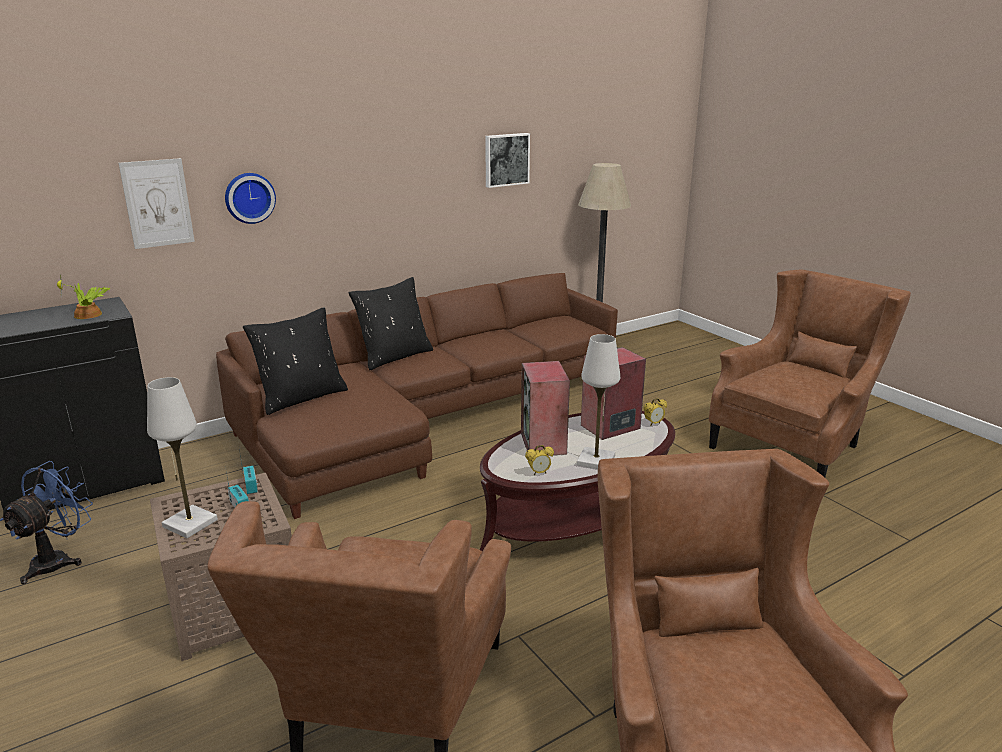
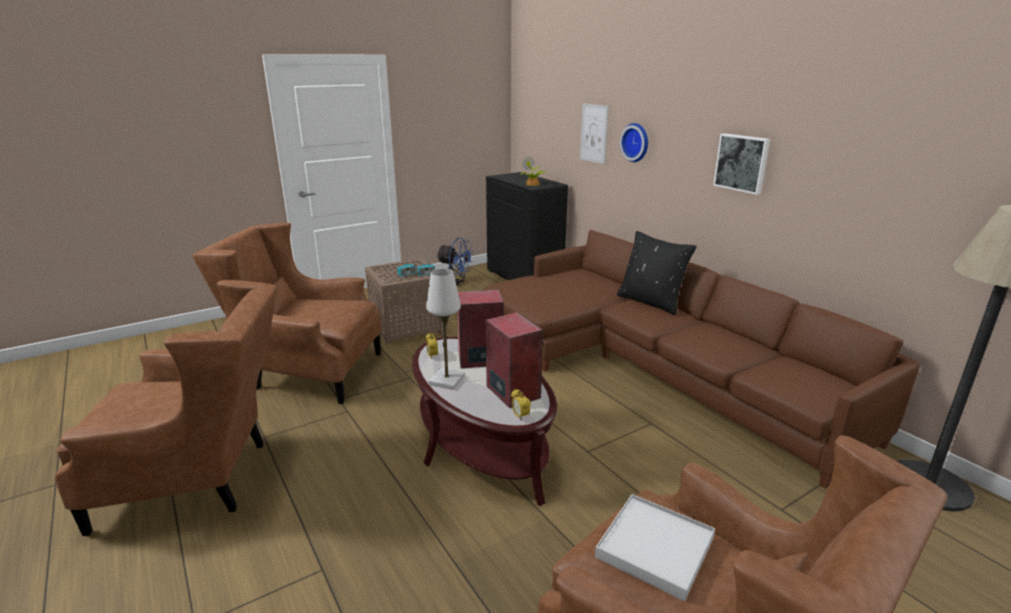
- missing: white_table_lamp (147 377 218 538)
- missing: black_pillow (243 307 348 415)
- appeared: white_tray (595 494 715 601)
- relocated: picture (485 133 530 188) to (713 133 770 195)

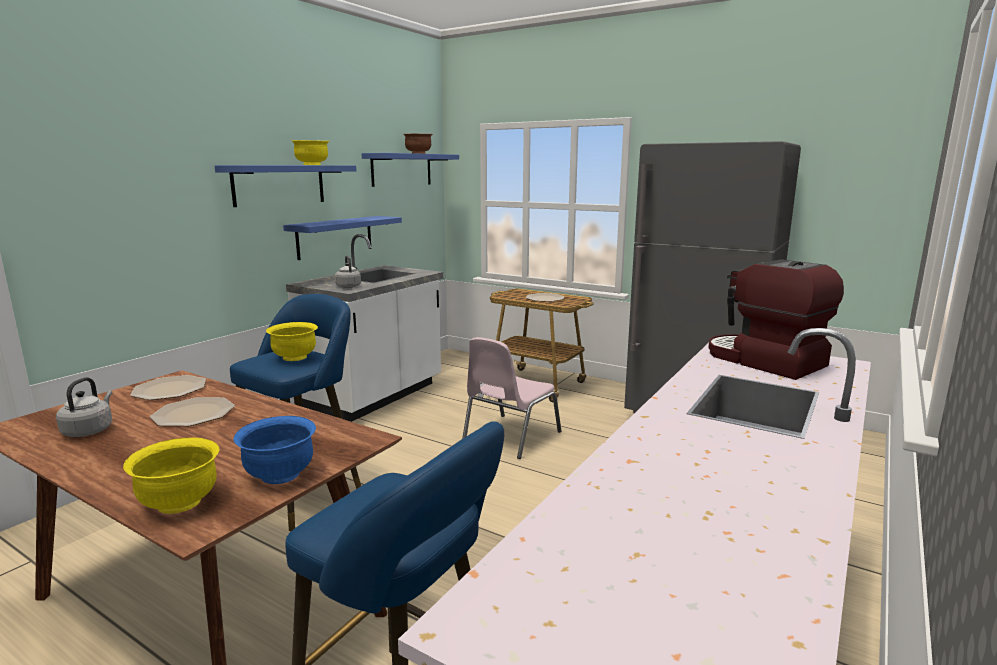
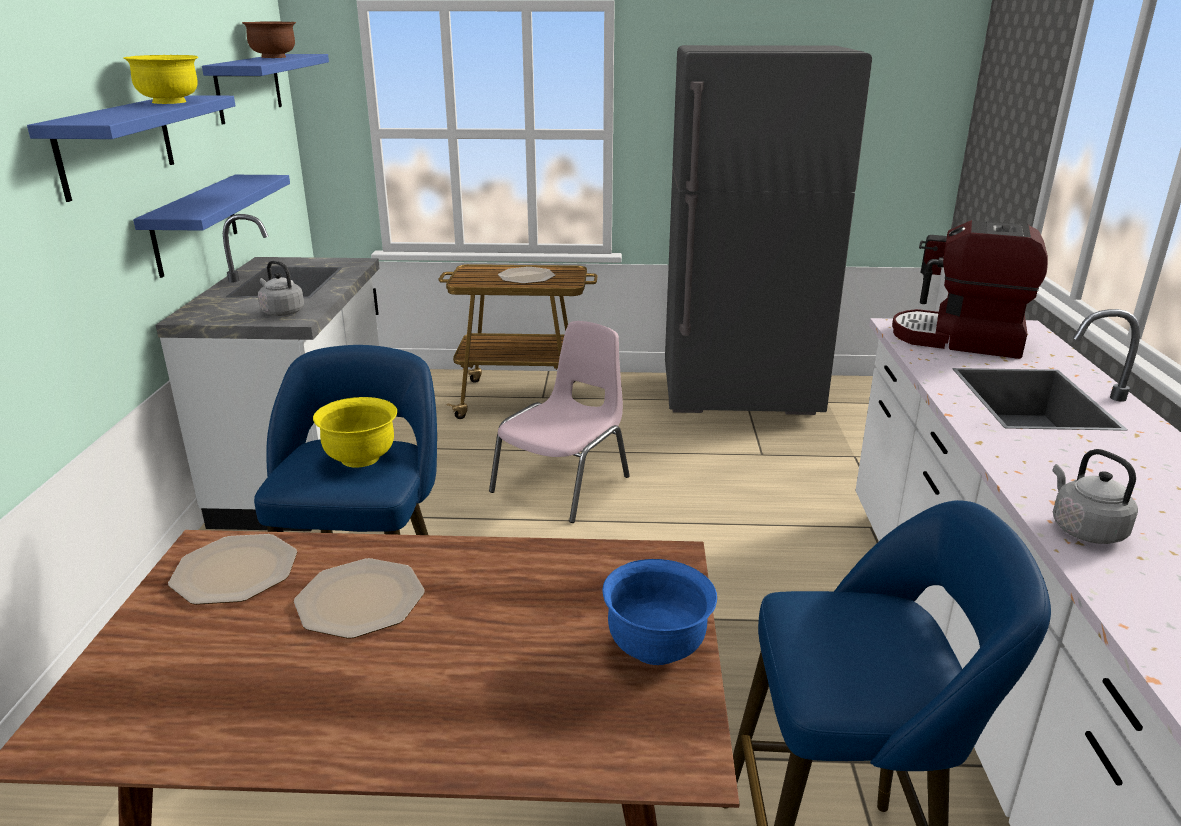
- missing: yellow_bowl (123 438 219 514)
- relocated: grey_kettle (56 377 112 437) to (1052 449 1138 544)
- spun: pink_chair (462 337 561 459) = (489 321 630 523) 150 degrees counterclockwise

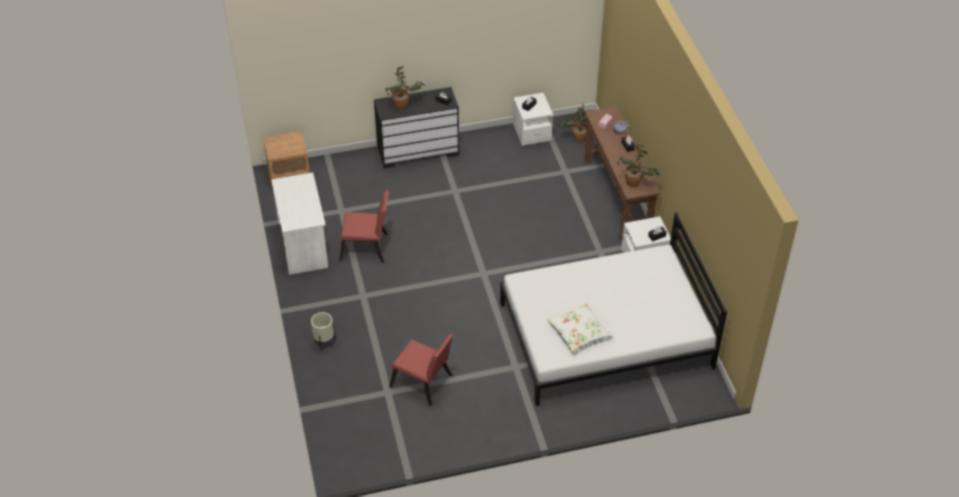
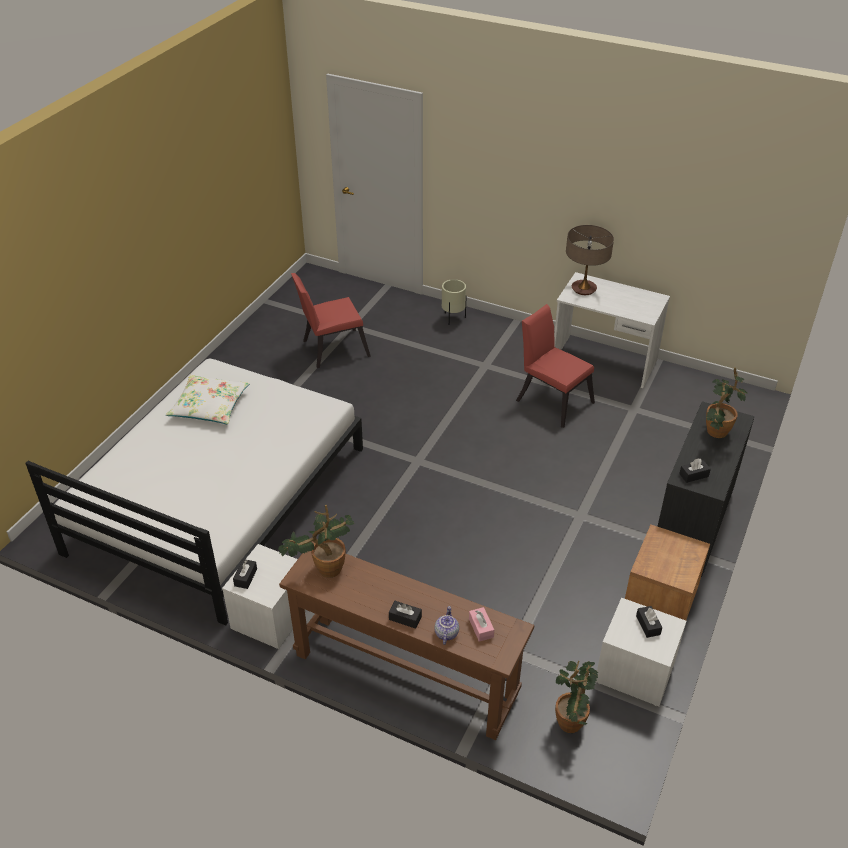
- appeared: table_lamp (566 225 614 295)
- relocated: brown_nightstand (263 131 310 187) to (625 525 710 620)
- spun: red_chair (339 190 389 263) = (516 304 595 428) 90 degrees clockwise

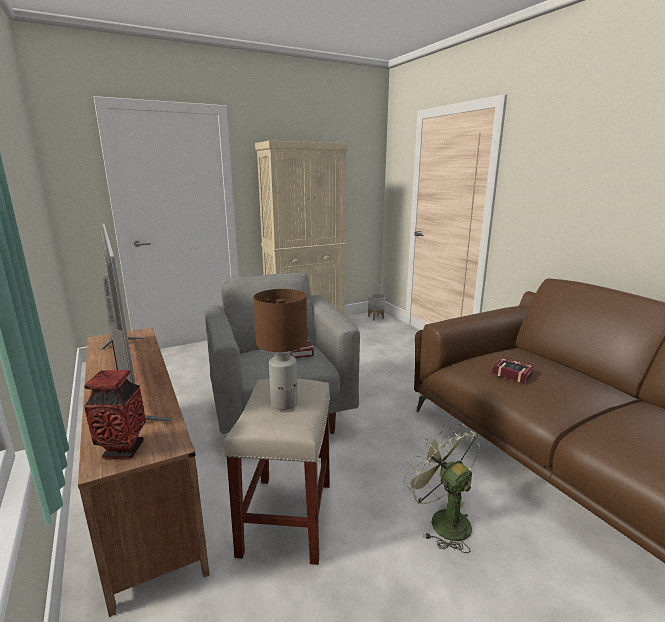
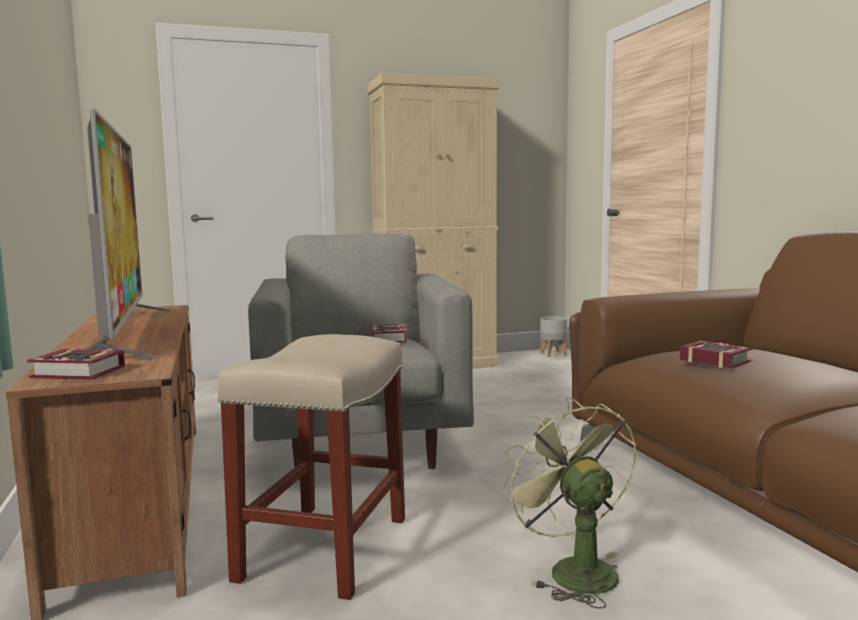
- missing: brown_table_lamp (253 289 307 410)
- exchanged: vase (84 370 146 459) to book (27 348 125 380)

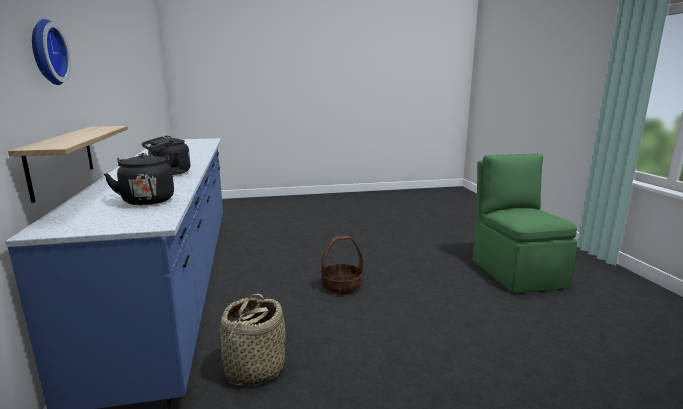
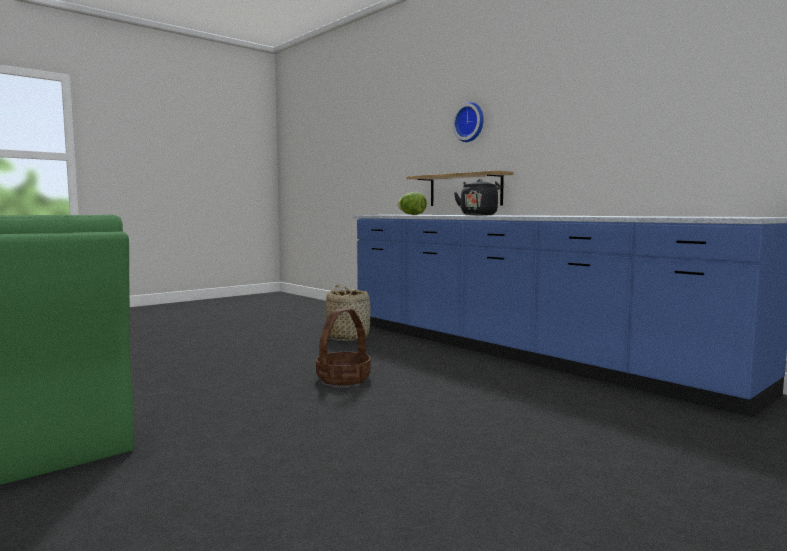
- exchanged: black_kettle (104 153 174 205) to lettuce (398 192 427 215)

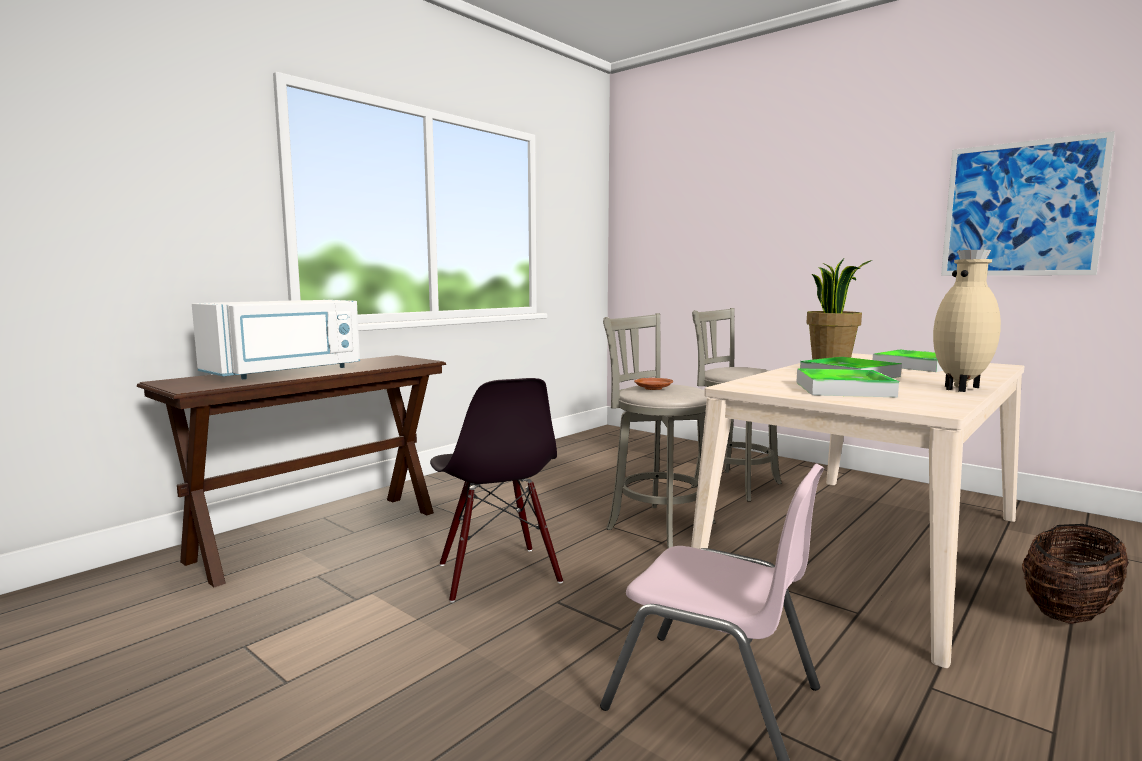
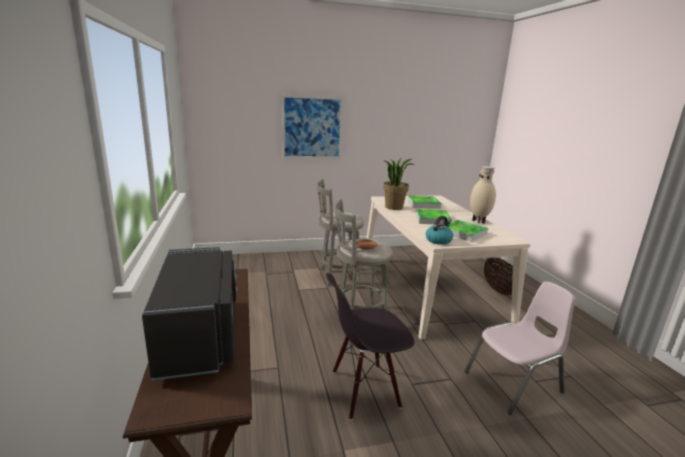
- appeared: kettle (426 216 453 245)
- relocated: picture (941 131 1115 276) to (282 95 343 159)
- colour: white_microwave (192 300 360 379) to black_microwave (142 247 237 381)
- spun: black_chair (430 378 563 603) = (326 273 414 420) 150 degrees clockwise

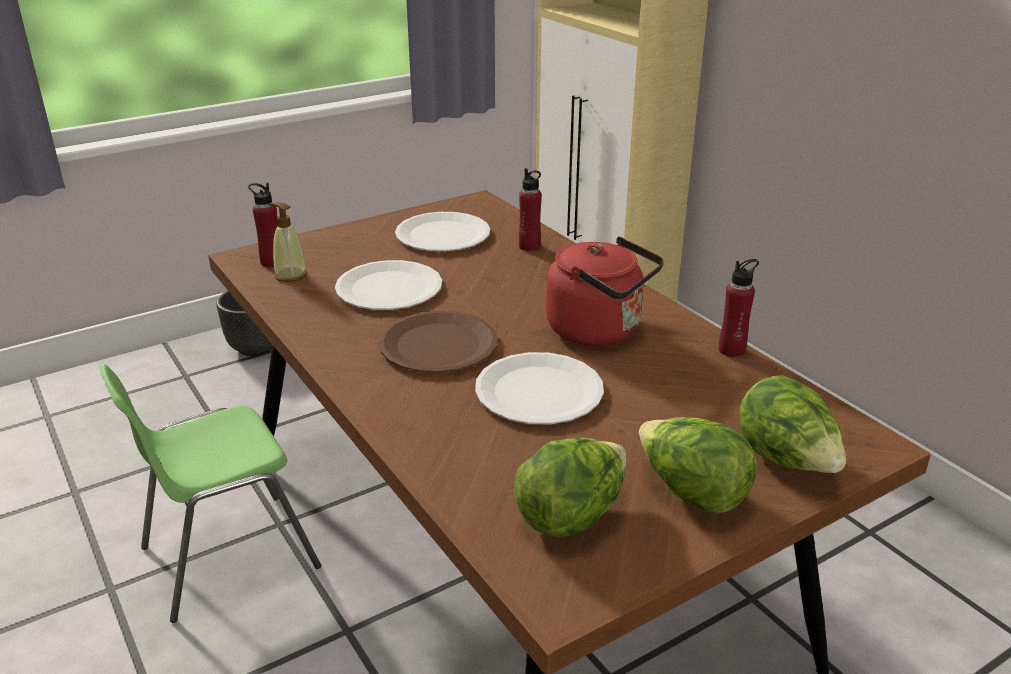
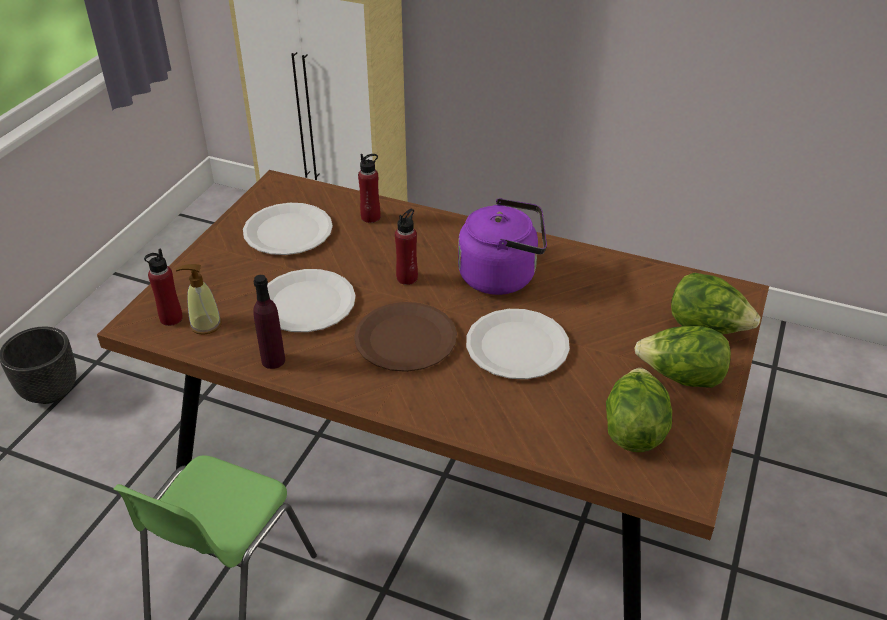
- appeared: purple_bottle (253 275 285 369)
- relocated: red_bottle (719 259 759 357) to (395 209 418 285)
- colour: red_kettle (546 236 664 346) to purple_kettle (458 198 547 295)

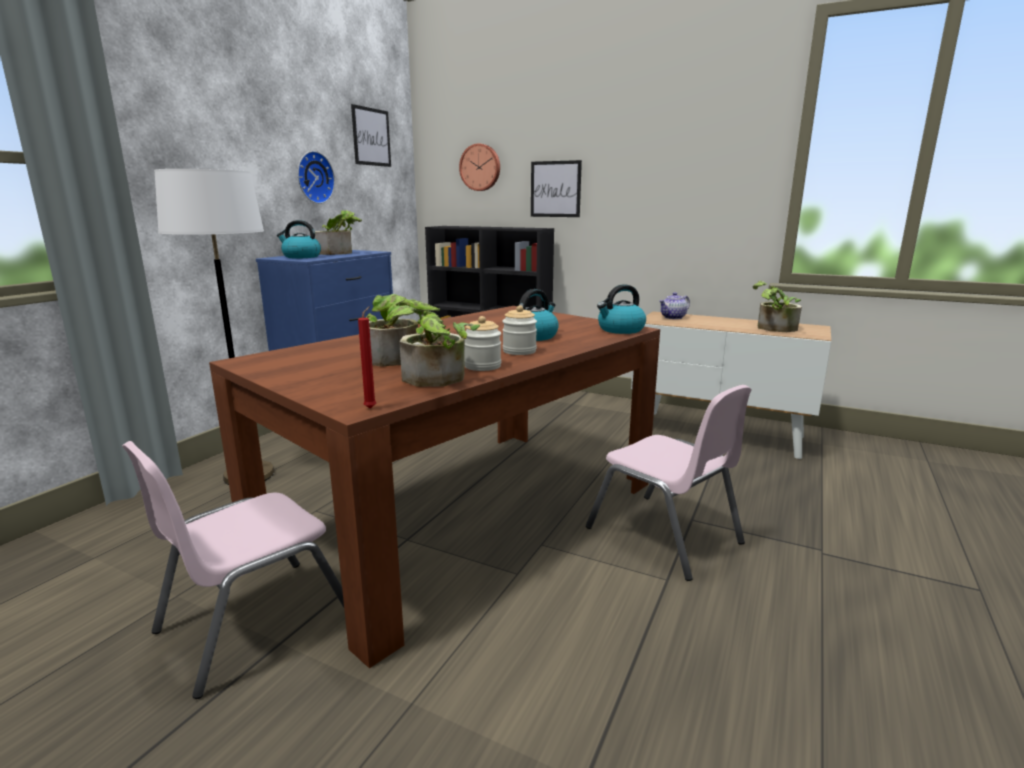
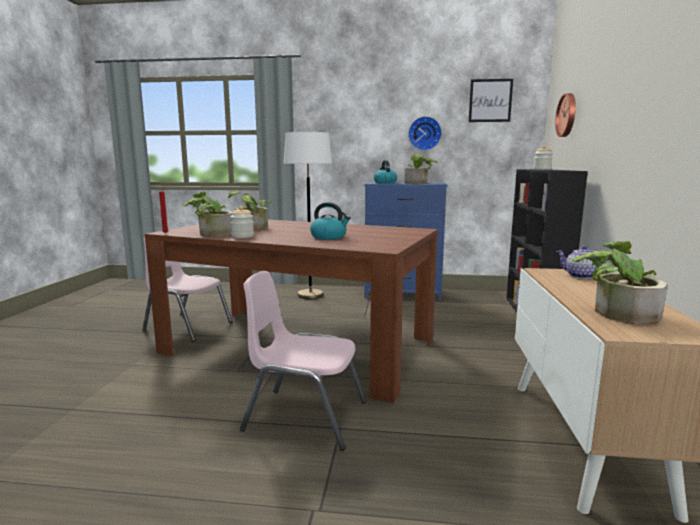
- missing: picture (531 160 582 217)
- missing: kettle (597 284 646 334)
- relocated: jar (502 305 537 355) to (533 146 553 170)
- spun: pink_chair (586 385 751 581) = (240 271 366 451) 75 degrees clockwise

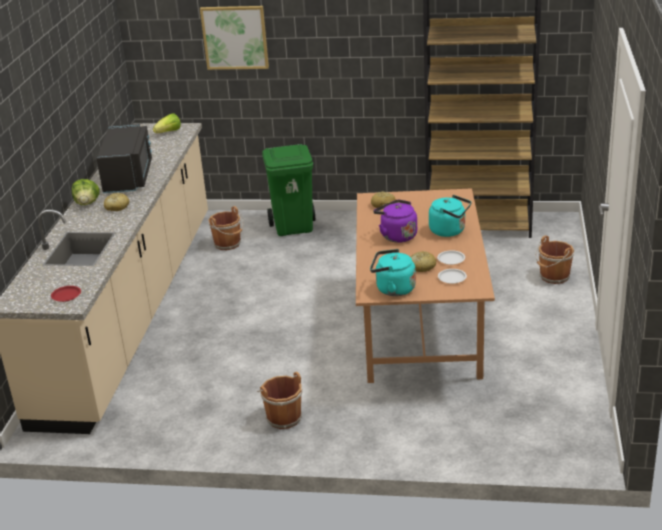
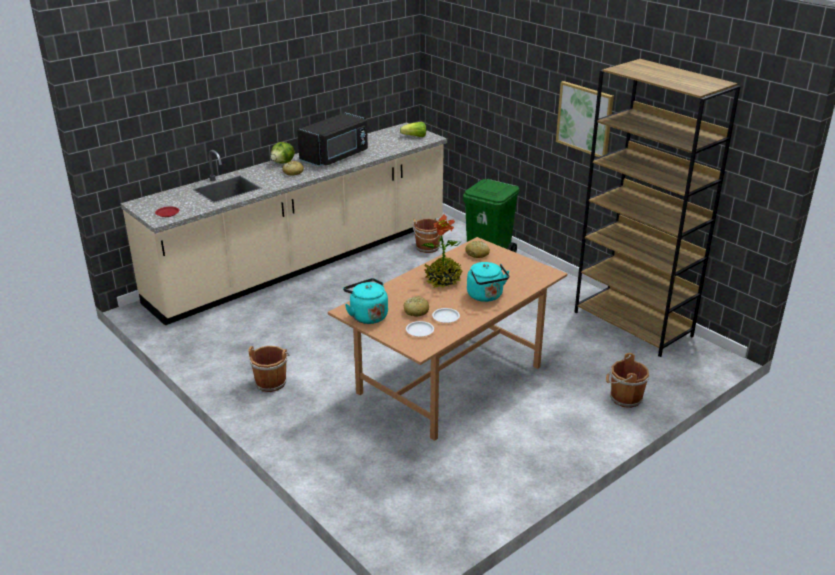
- relocated: picture (200 6 269 70) to (556 81 614 157)
- exchanged: purple_kettle (373 200 417 243) to potted_plant (422 214 463 288)

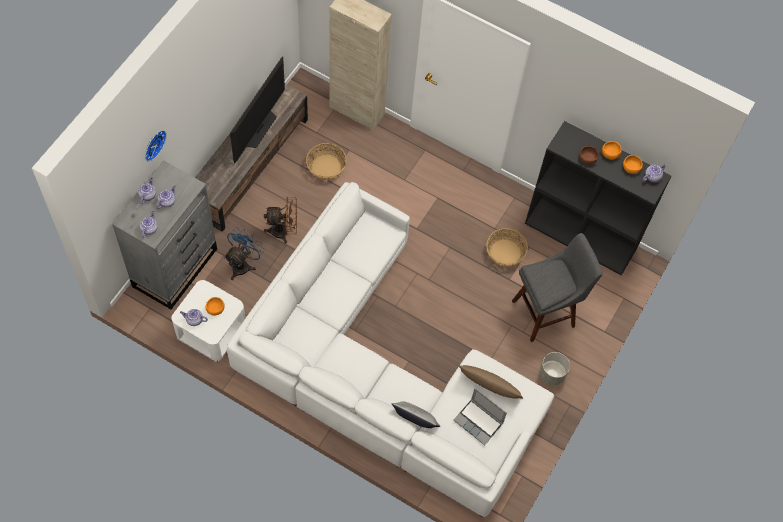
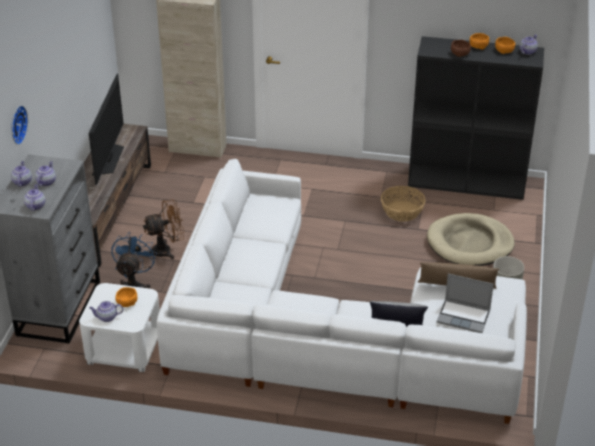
- missing: basket (306 143 347 181)
- exchanged: grey_stool (512 233 603 342) to beige_dog_bed (427 213 515 266)

